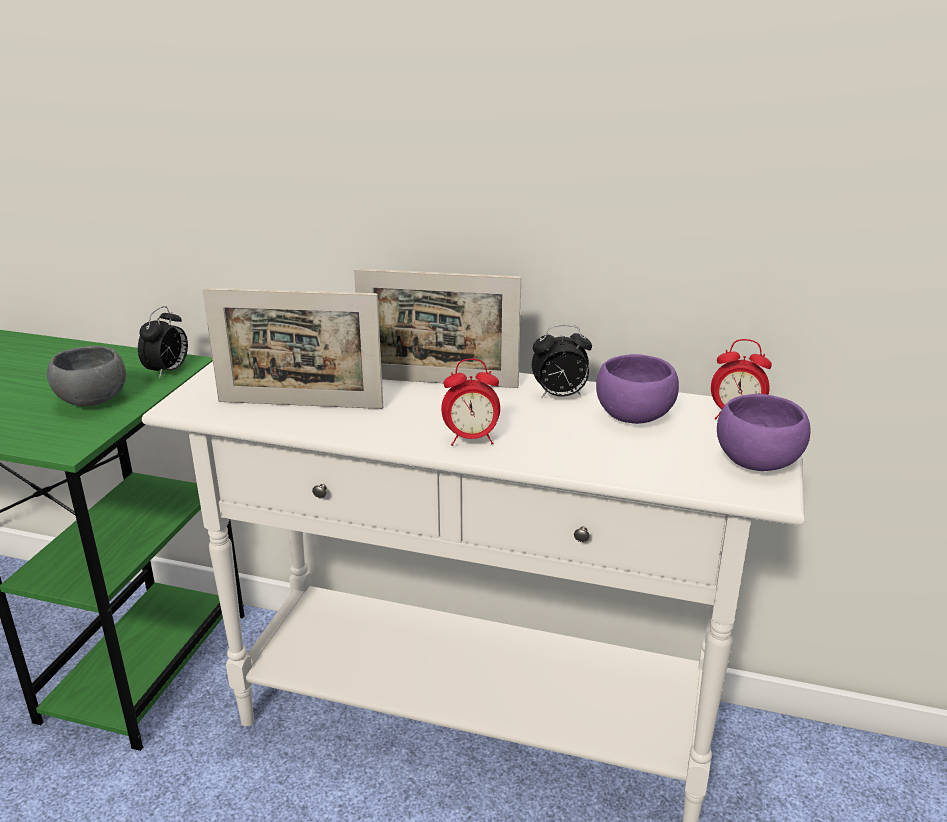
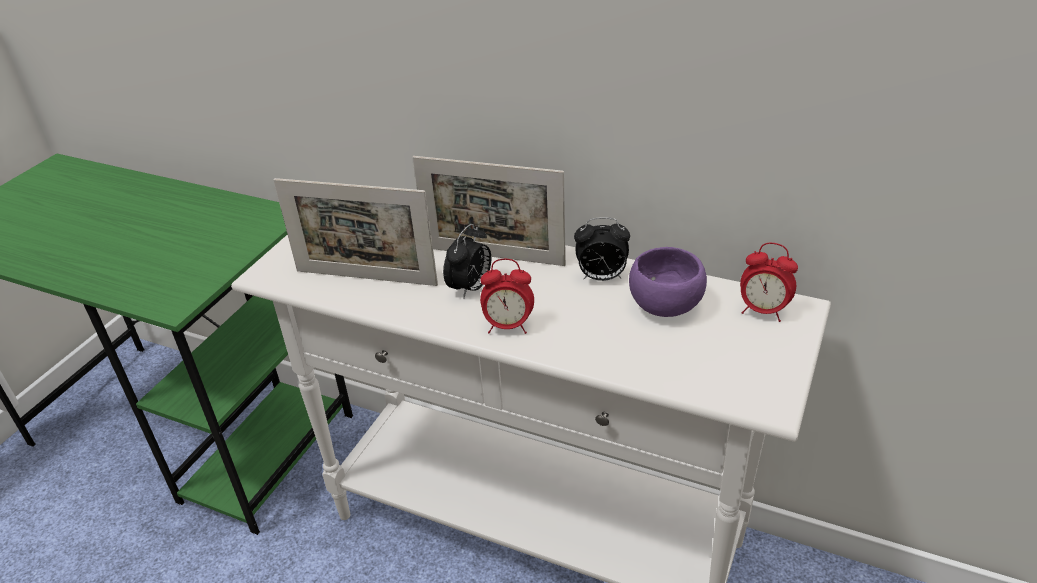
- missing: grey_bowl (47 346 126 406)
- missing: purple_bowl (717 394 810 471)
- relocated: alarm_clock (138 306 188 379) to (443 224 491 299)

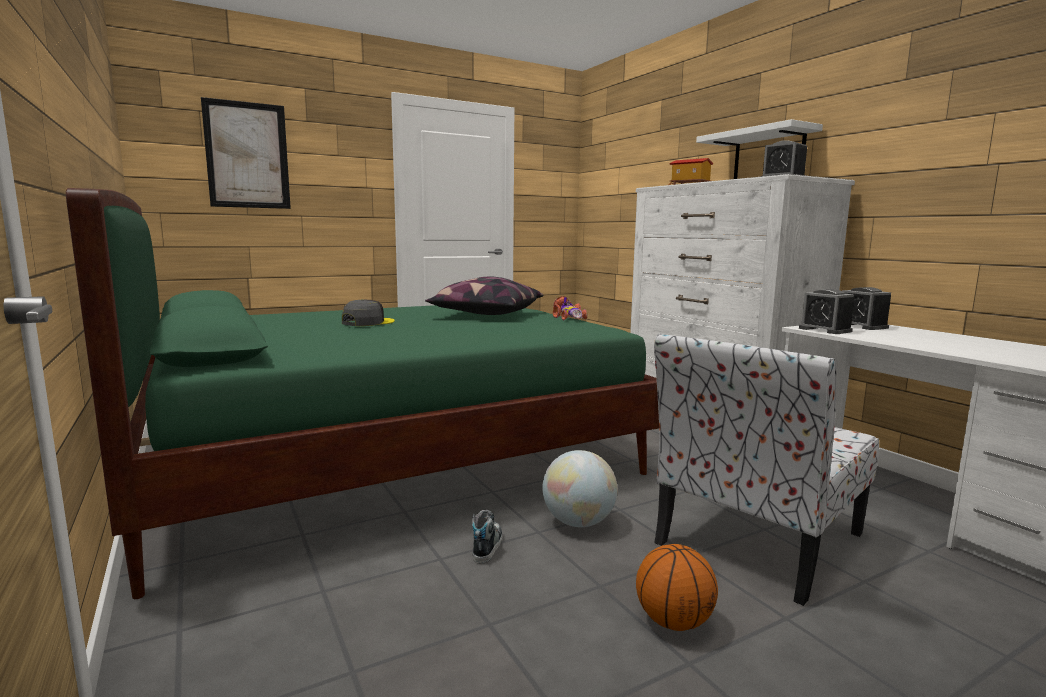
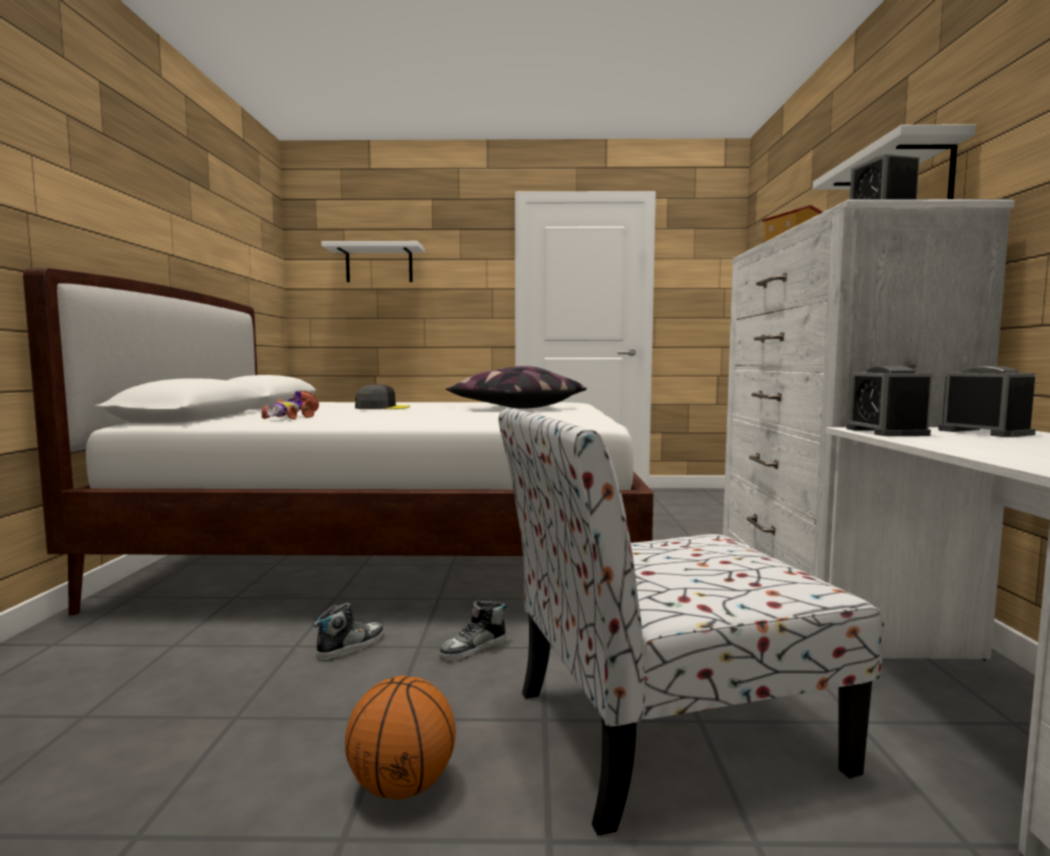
- relocated: toy_car (553 296 587 320) to (262 391 319 419)
- exchanged: picture (201 97 291 209) to white_shelf (321 241 424 282)
- exchanged: globe (542 450 618 527) to shoe (439 601 507 661)
- colour: green_bed (66 188 659 599) to white_bed (23 268 653 615)
- spun: alarm_clock (842 287 891 330) = (939 366 1036 437) 150 degrees clockwise

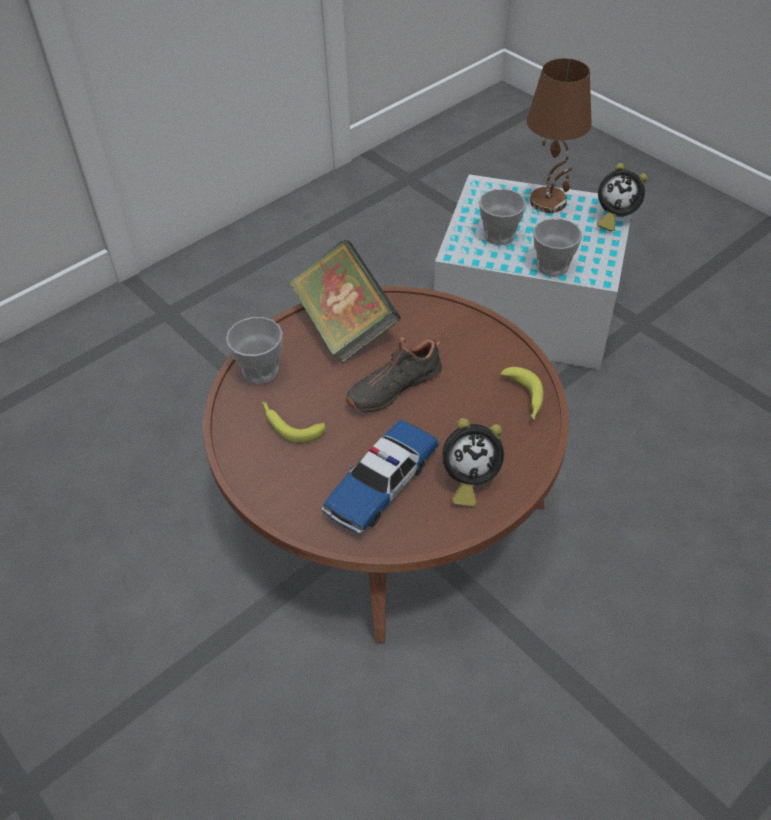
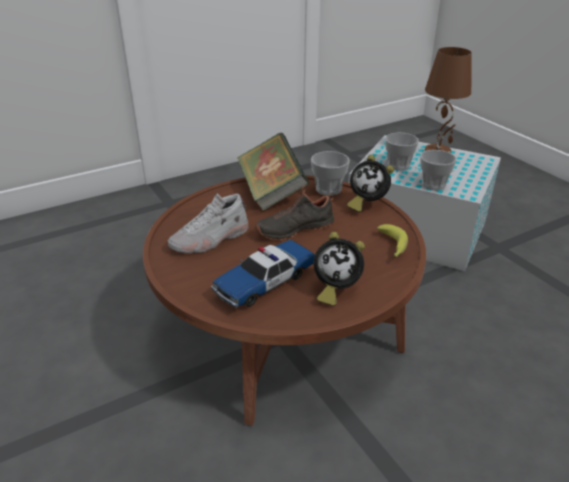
- relocated: cup (226 317 283 384) to (311 151 350 196)
- relocated: alarm_clock (597 163 648 231) to (347 155 394 213)
- exchanged: banana (262 402 325 444) to white_shoe (168 193 249 253)

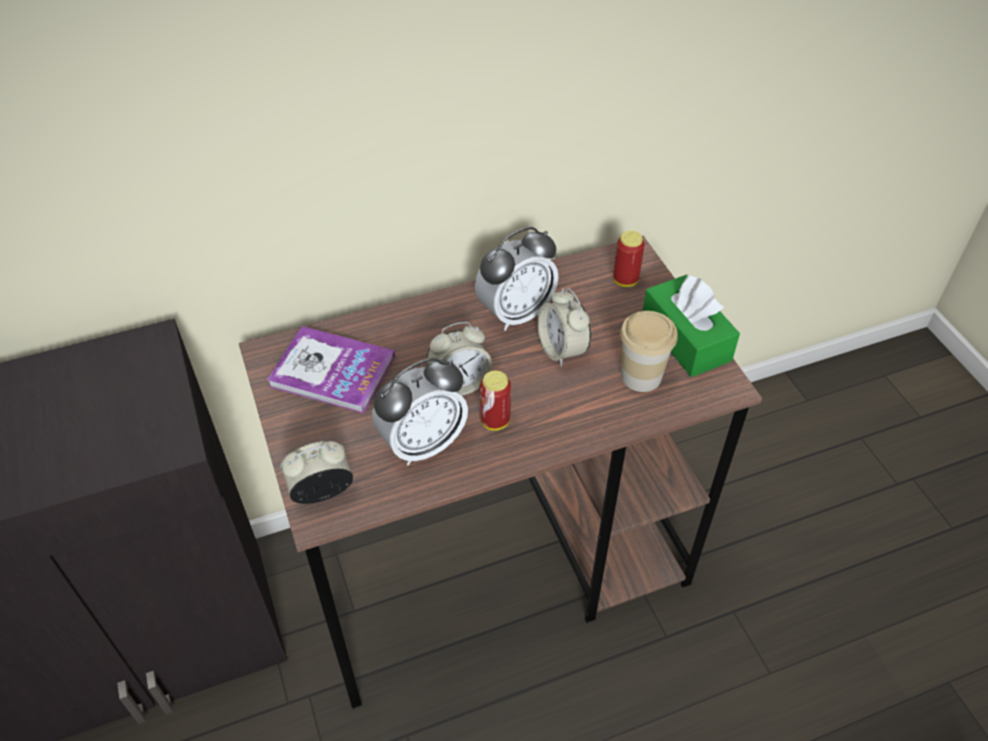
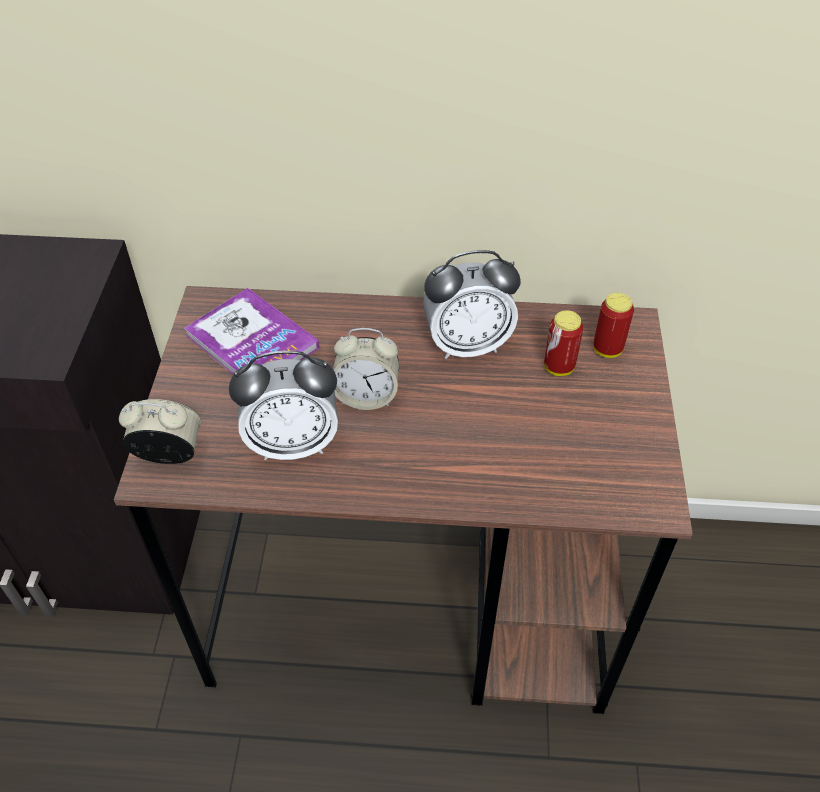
- missing: alarm_clock (537 288 591 367)
- missing: cup (620 311 678 392)
- missing: green_tissue_box (643 274 740 377)
- relocated: can (480 371 511 431) to (544 310 583 376)

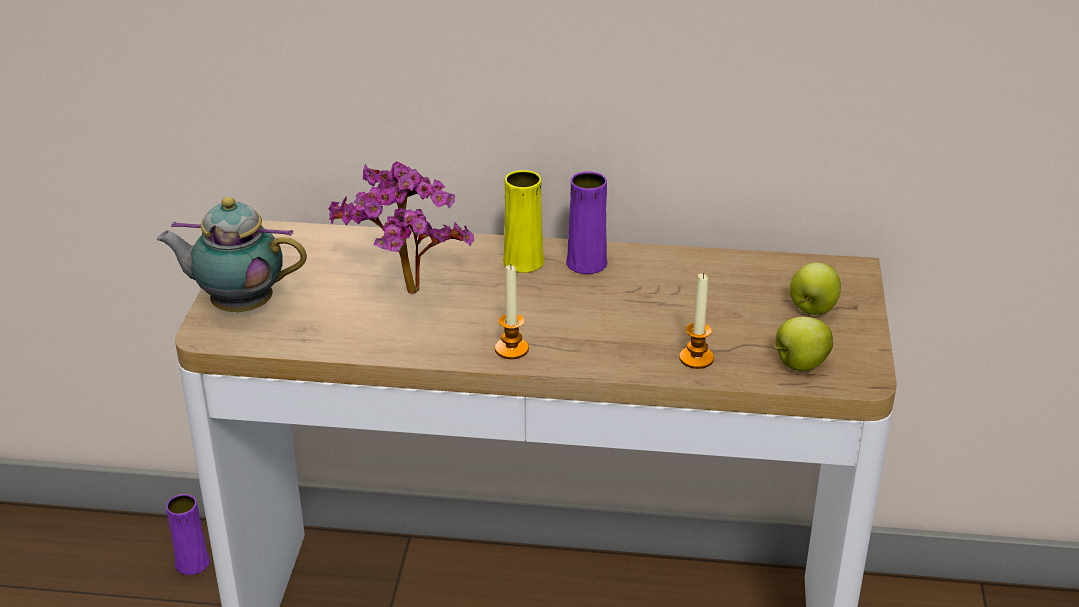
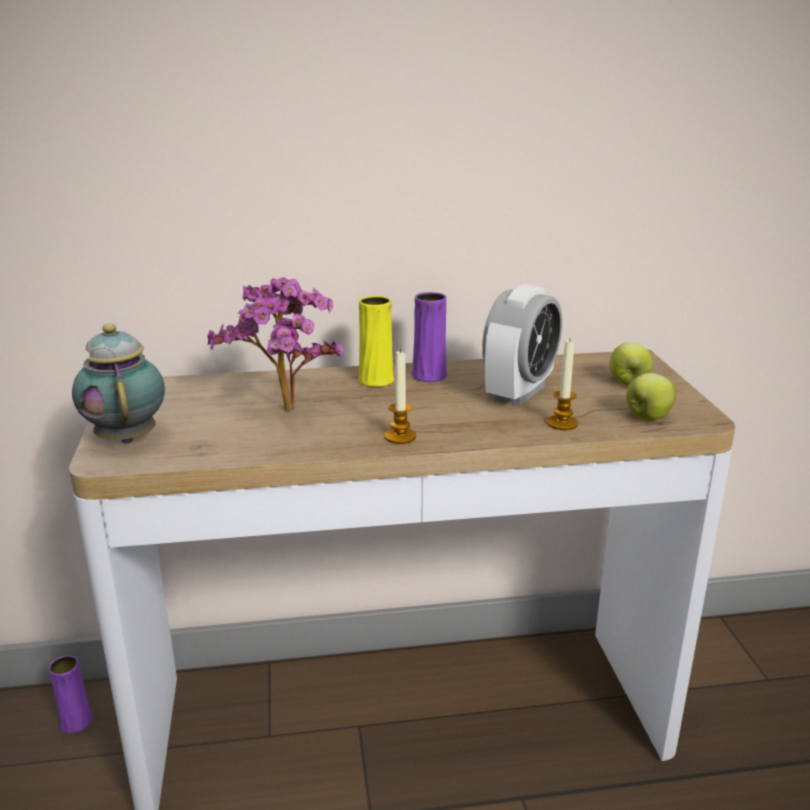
- appeared: alarm_clock (482 284 562 406)
- spun: teapot (157 197 307 312) = (72 323 165 444) 75 degrees clockwise

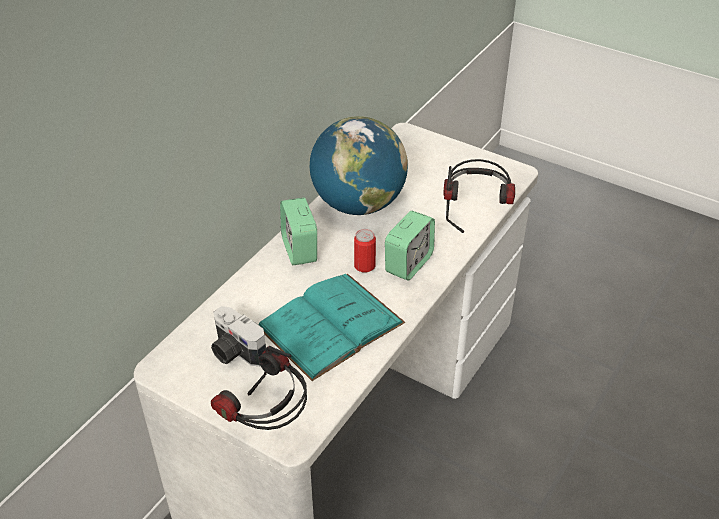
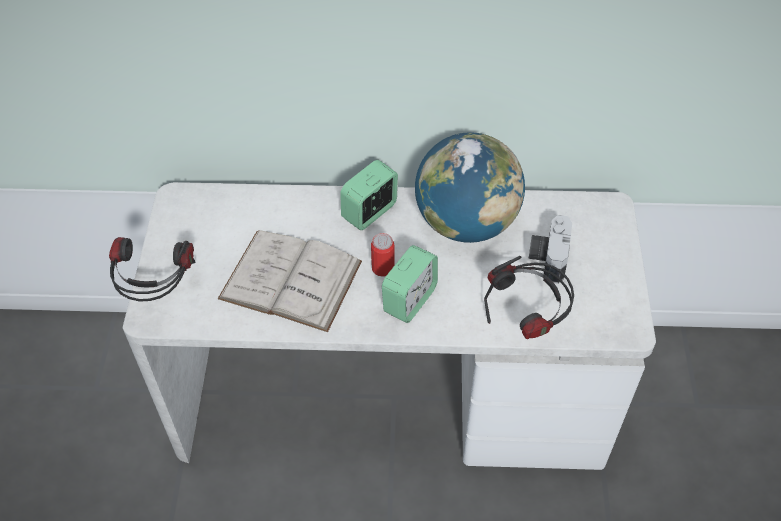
- relocated: photo_camera (211 306 266 366) to (529 215 572 284)
- colour: turquoise_book (259 274 405 381) to white_book (218 230 362 332)
- spun: alarm_clock (385 211 435 281) = (382 245 438 323) 60 degrees counterclockwise

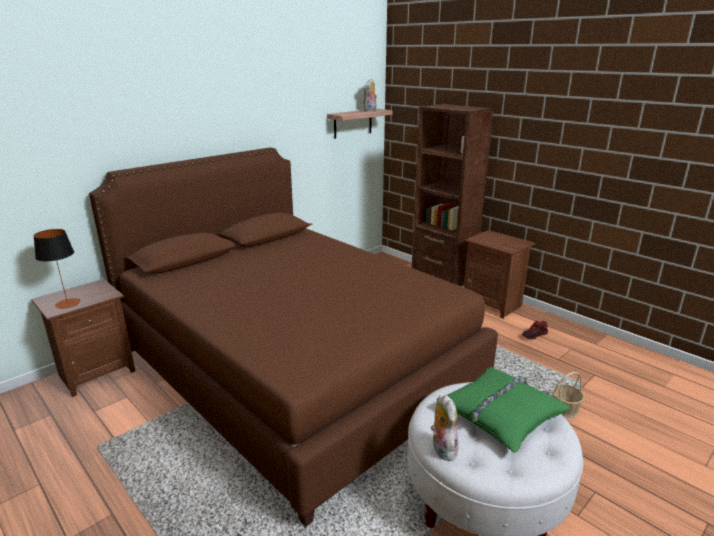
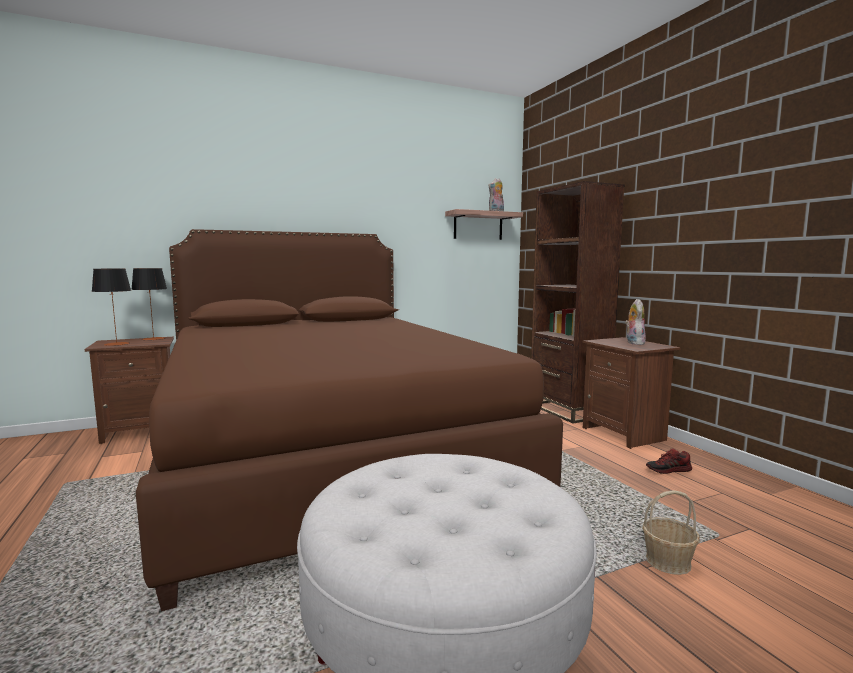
- missing: green_pillow (436 367 570 453)
- appeared: table_lamp (131 268 167 340)
- relocated: plush_toy (431 395 460 461) to (625 299 646 345)

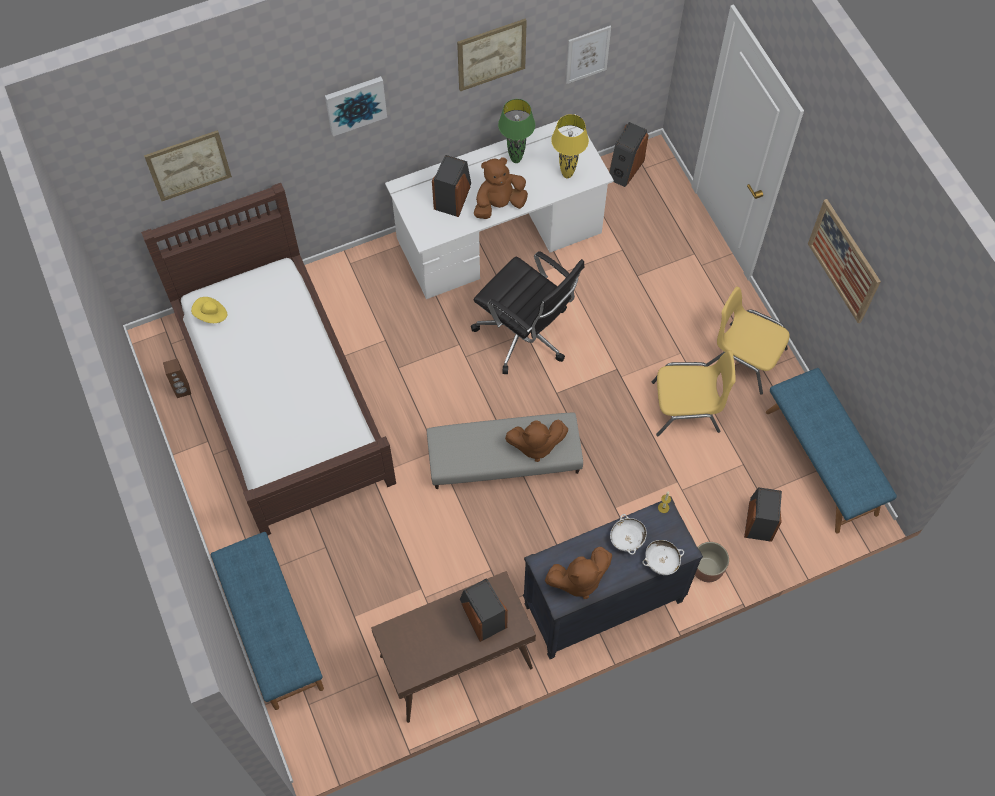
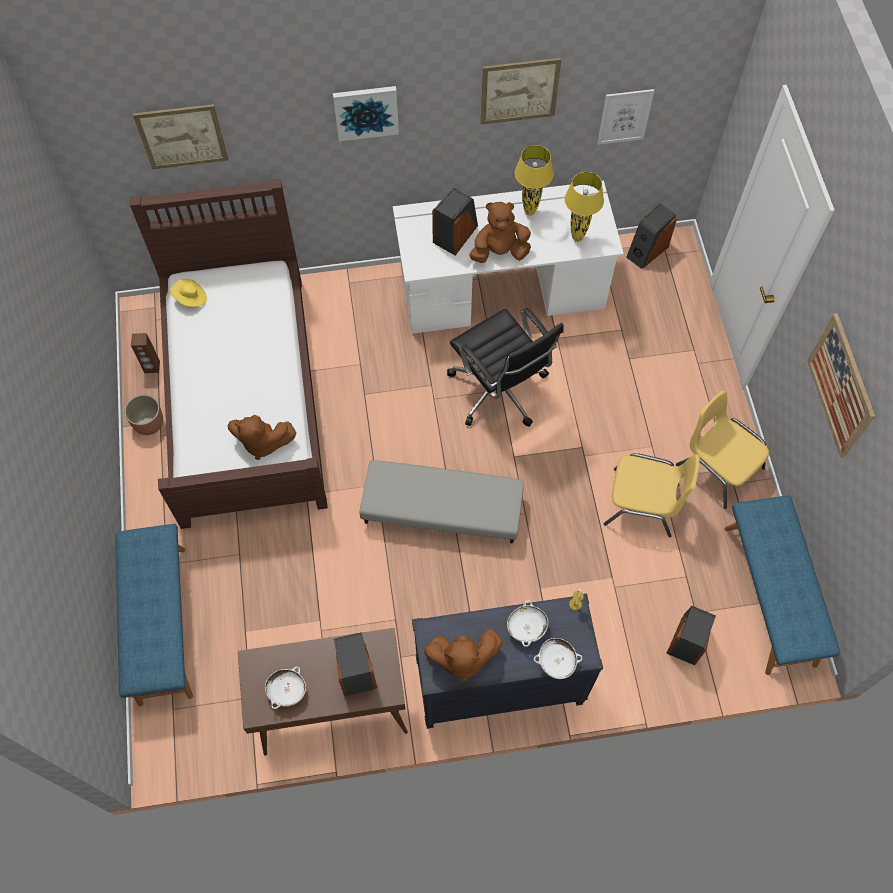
- appeared: white_bowl (265 667 306 709)
- relocated: brown_plush_toy (505 420 568 462) to (228 415 297 460)
- relocated: planter (695 542 729 582) to (124 395 163 435)
- colour: green_table_lamp (498 99 535 163) to yellow_table_lamp (515 145 554 216)

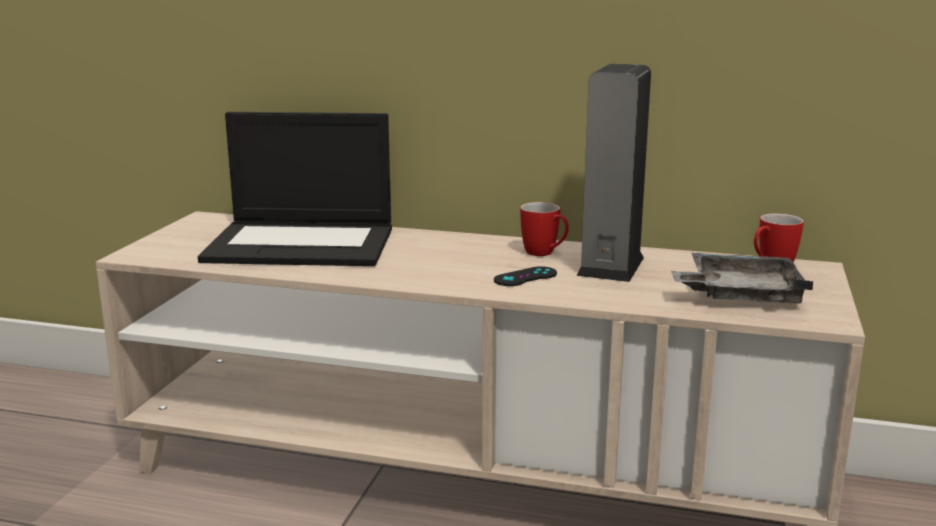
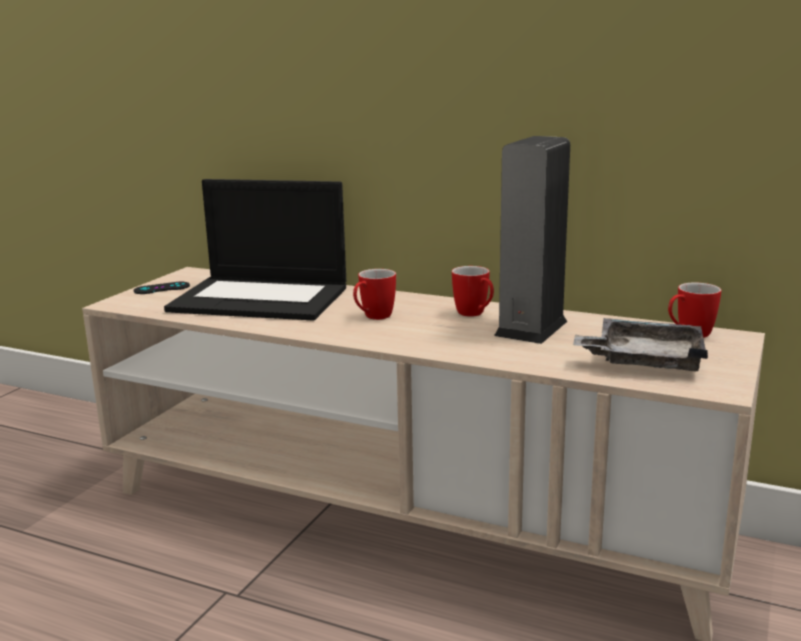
- appeared: mug (353 269 396 320)
- relocated: black_game_controller (494 266 557 286) to (134 282 190 294)

